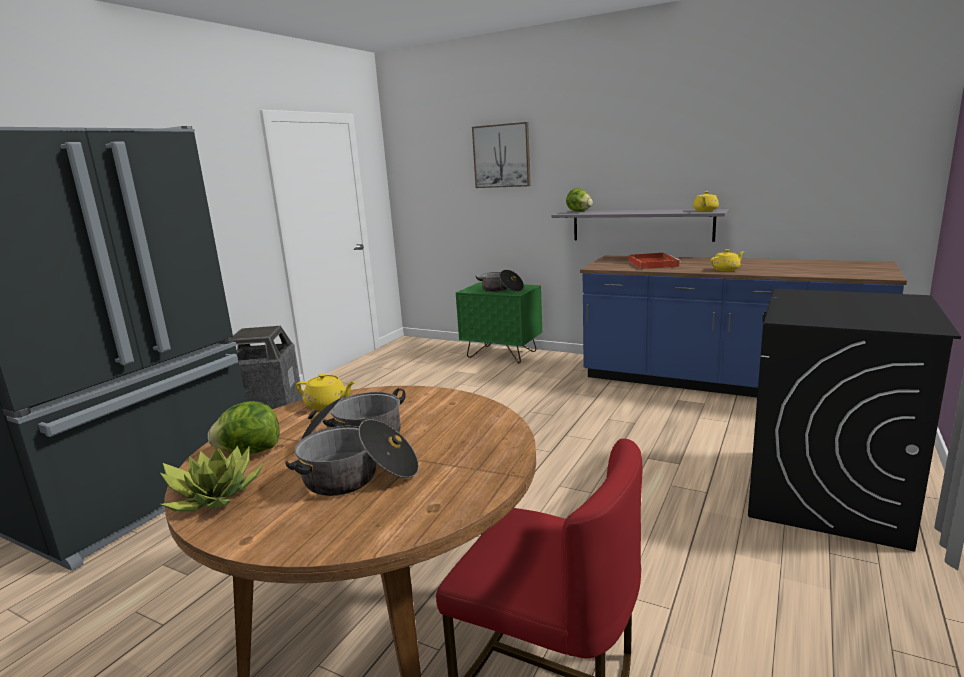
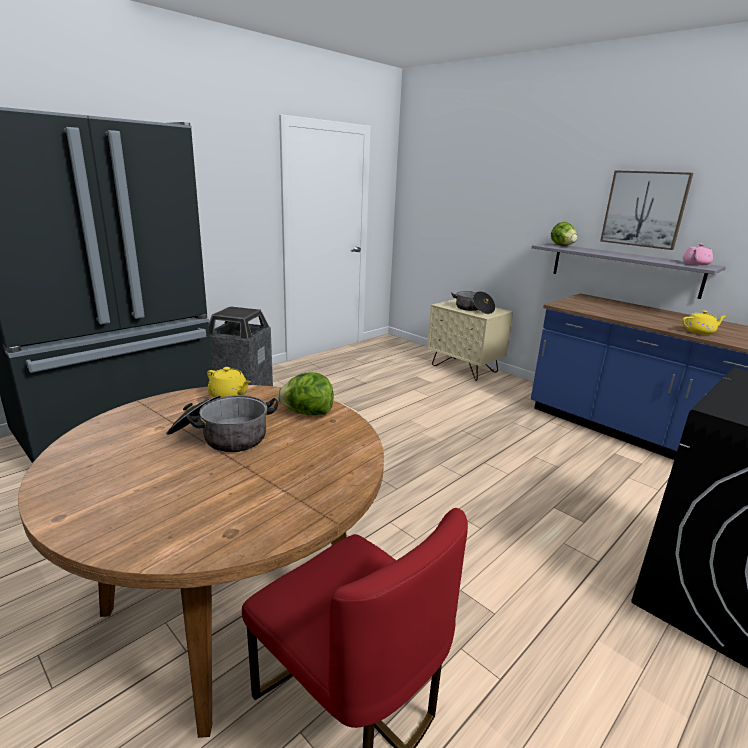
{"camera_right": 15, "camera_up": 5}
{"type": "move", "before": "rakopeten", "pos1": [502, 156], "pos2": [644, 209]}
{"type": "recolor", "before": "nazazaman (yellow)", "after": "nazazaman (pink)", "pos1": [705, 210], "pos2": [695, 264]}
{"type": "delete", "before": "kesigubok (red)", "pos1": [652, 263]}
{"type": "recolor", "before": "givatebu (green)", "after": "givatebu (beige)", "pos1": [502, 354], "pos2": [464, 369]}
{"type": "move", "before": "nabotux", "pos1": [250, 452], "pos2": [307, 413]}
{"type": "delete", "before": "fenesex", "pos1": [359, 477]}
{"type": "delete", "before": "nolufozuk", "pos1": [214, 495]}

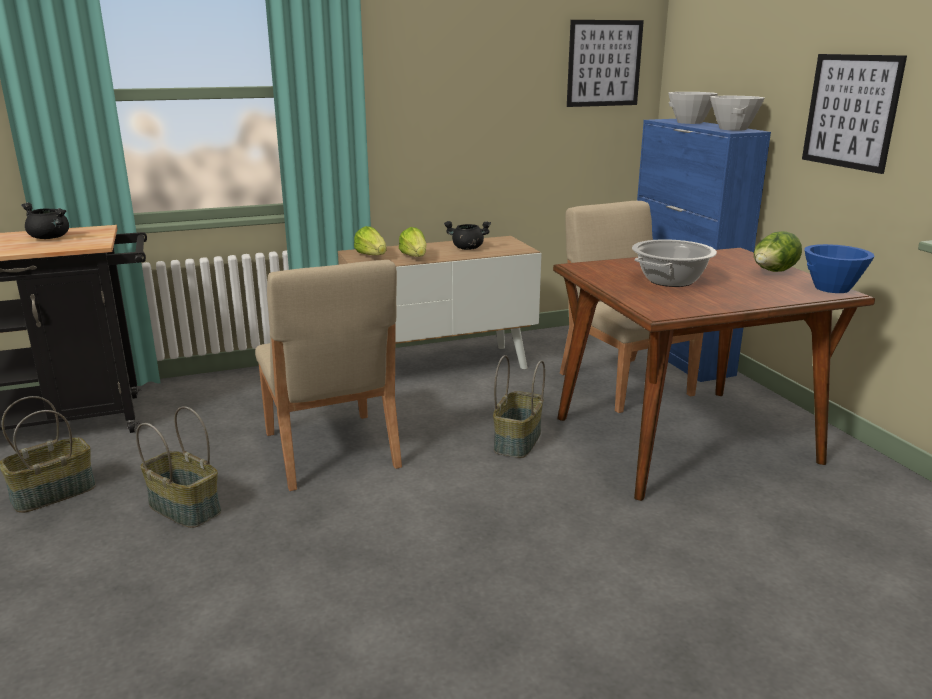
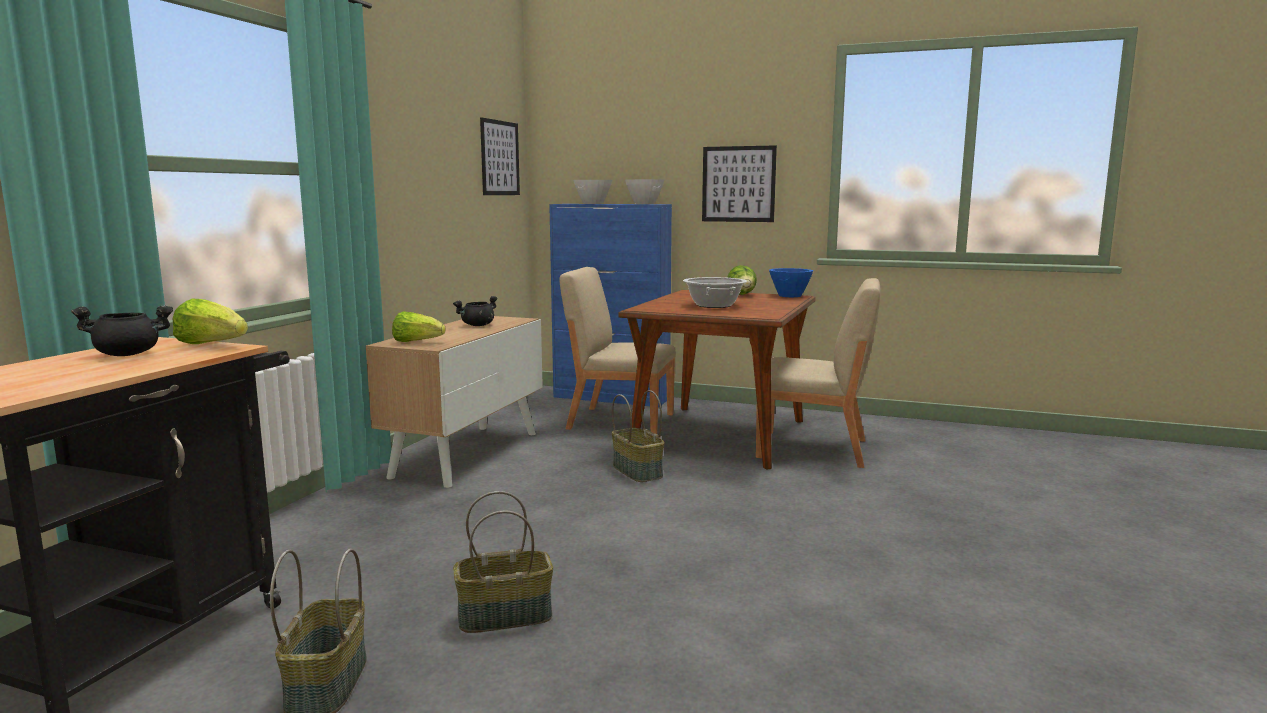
{"camera_right": -50, "camera_up": -10}
{"type": "move", "before": "nabotux", "pos1": [414, 257], "pos2": [211, 345]}
{"type": "move", "before": "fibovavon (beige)", "pos1": [330, 451], "pos2": [814, 449]}

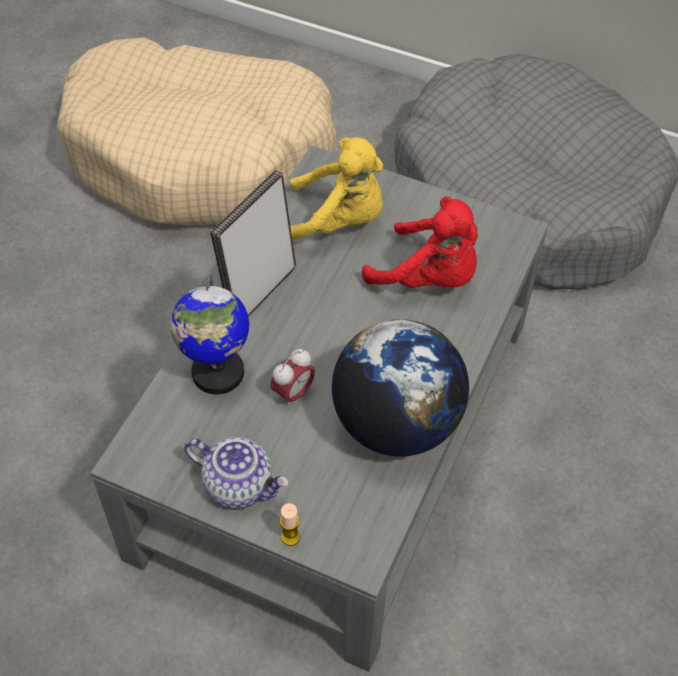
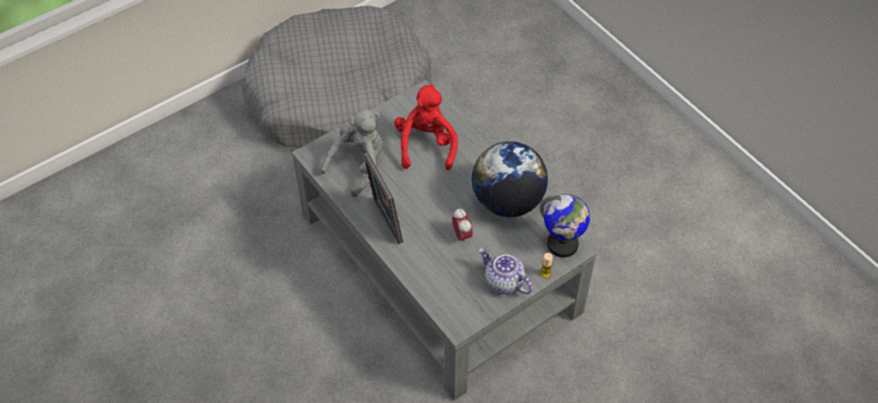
{"camera_right": -60, "camera_up": 0}
{"type": "delete", "before": "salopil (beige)", "pos1": [200, 154]}
{"type": "recolor", "before": "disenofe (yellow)", "after": "disenofe (grey)", "pos1": [337, 221], "pos2": [359, 165]}
{"type": "rotate", "before": "disenofe (red)", "pos1": [429, 277], "pos2": [426, 145], "turn": -60}
{"type": "move", "before": "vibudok", "pos1": [217, 373], "pos2": [562, 244]}
{"type": "rotate", "before": "nazazaman", "pos1": [239, 485], "pos2": [503, 282], "turn": -105}

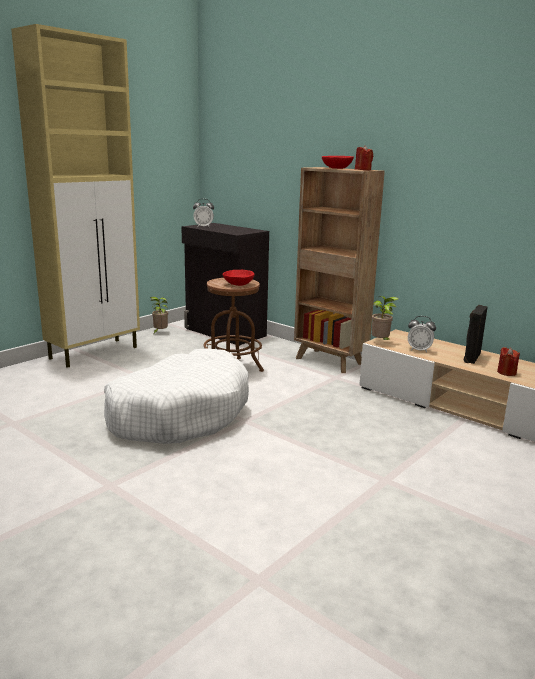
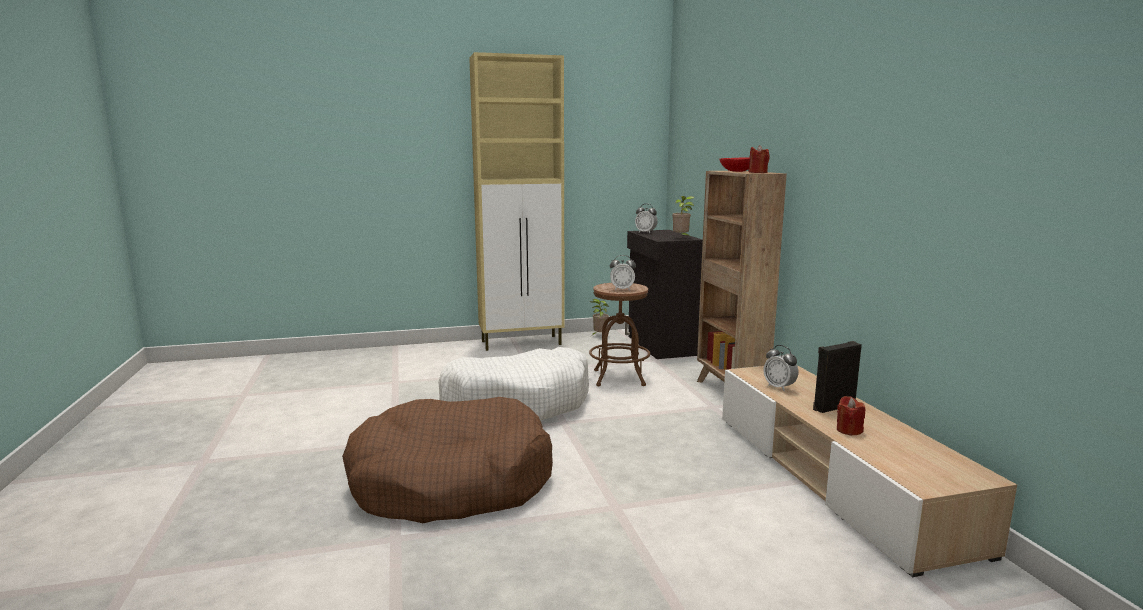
{"camera_right": 35, "camera_up": -5}
{"type": "replace", "before": "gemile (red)", "after": "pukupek", "pos1": [238, 284], "pos2": [622, 289]}
{"type": "move", "before": "nolufozuk", "pos1": [381, 342], "pos2": [681, 238]}
{"type": "insert", "after": "salopil (brown)", "pos2": [451, 481]}

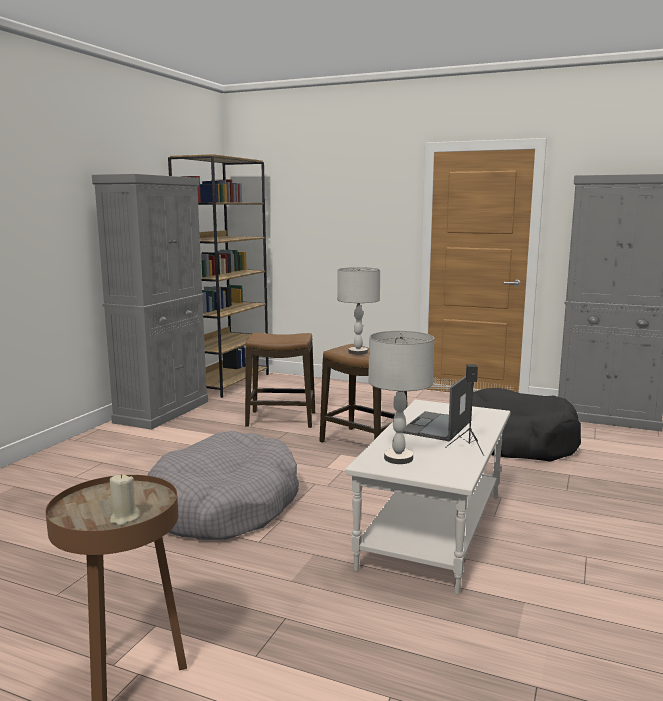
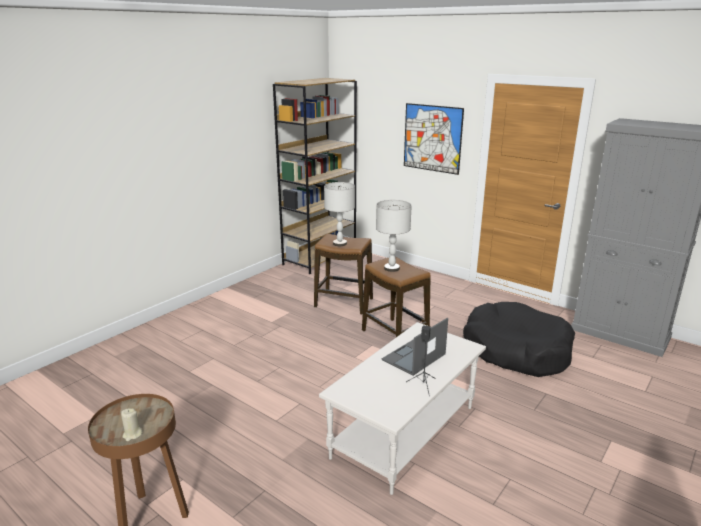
{"camera_right": 15, "camera_up": 10}
{"type": "delete", "before": "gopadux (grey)", "pos1": [162, 411]}
{"type": "move", "before": "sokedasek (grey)", "pos1": [399, 458], "pos2": [340, 244]}
{"type": "delete", "before": "salopil (grey)", "pos1": [225, 505]}
{"type": "insert", "after": "rakopeten", "pos2": [432, 138]}

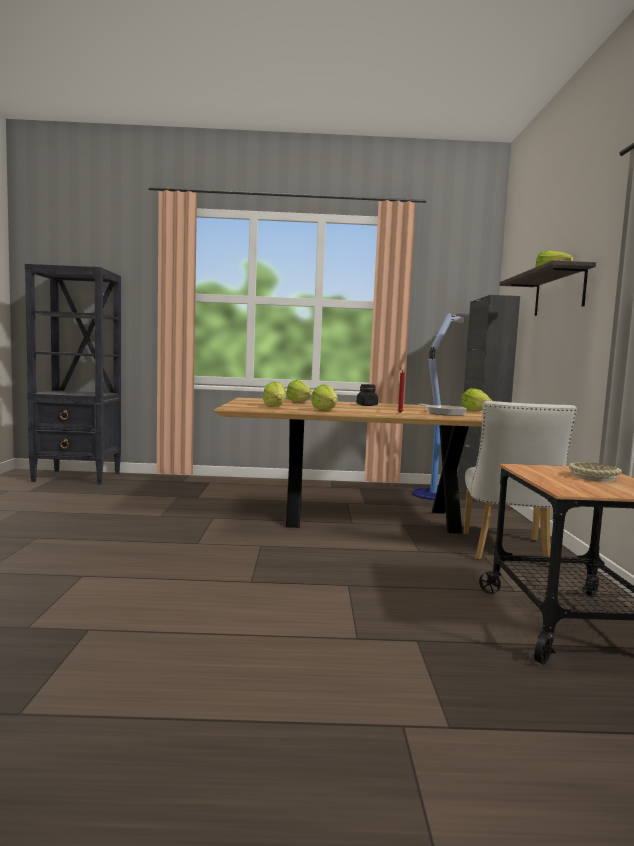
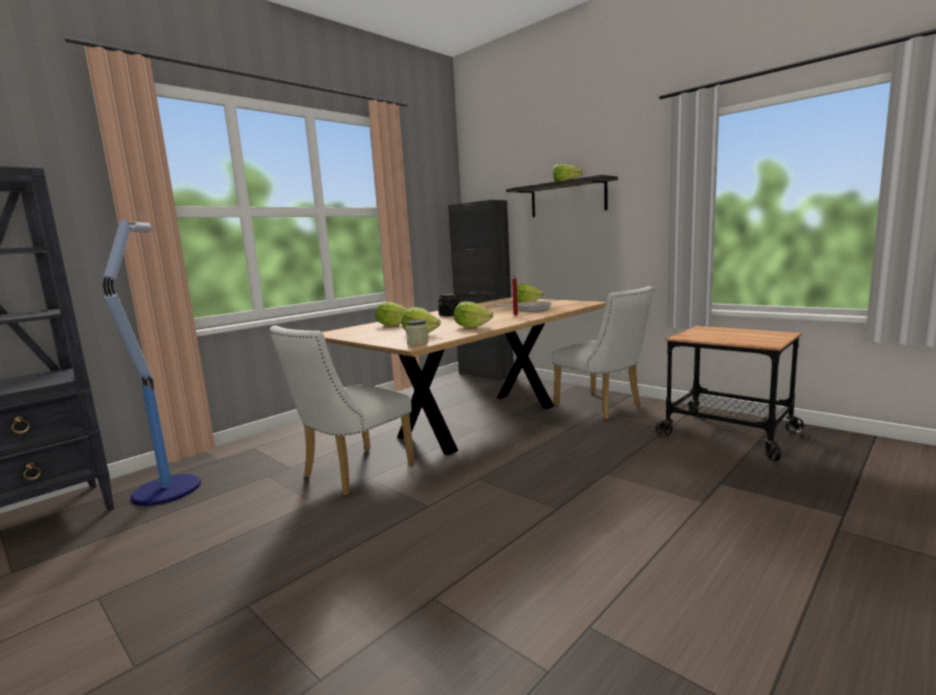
{"camera_right": -45, "camera_up": 5}
{"type": "move", "before": "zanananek", "pos1": [433, 494], "pos2": [167, 489]}
{"type": "delete", "before": "gemile (beige)", "pos1": [594, 477]}
{"type": "insert", "after": "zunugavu", "pos2": [417, 343]}
{"type": "insert", "after": "fibovavon (white)", "pos2": [351, 474]}

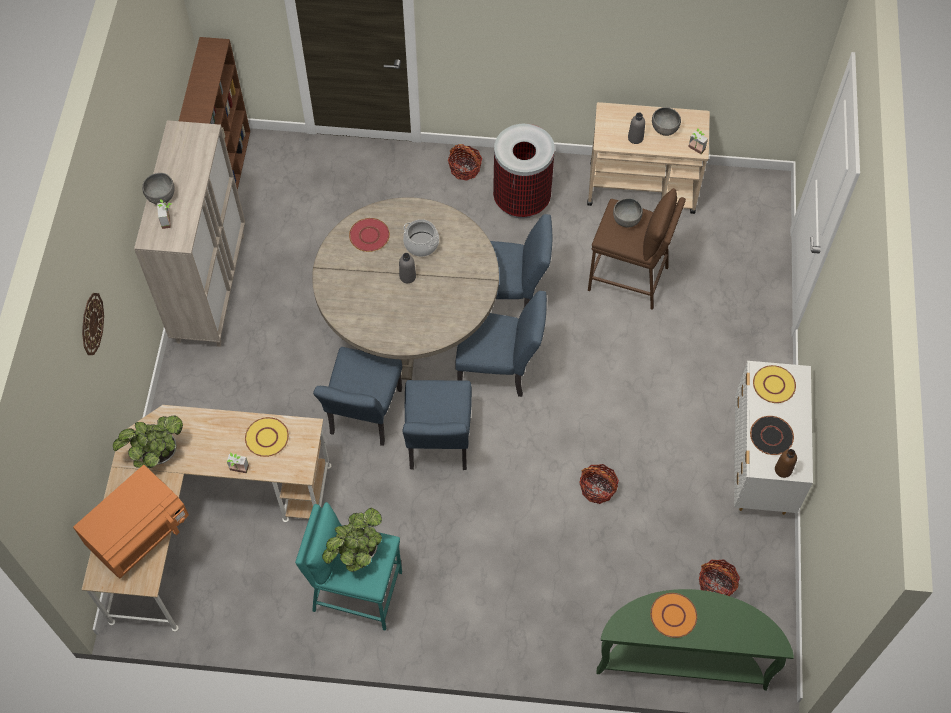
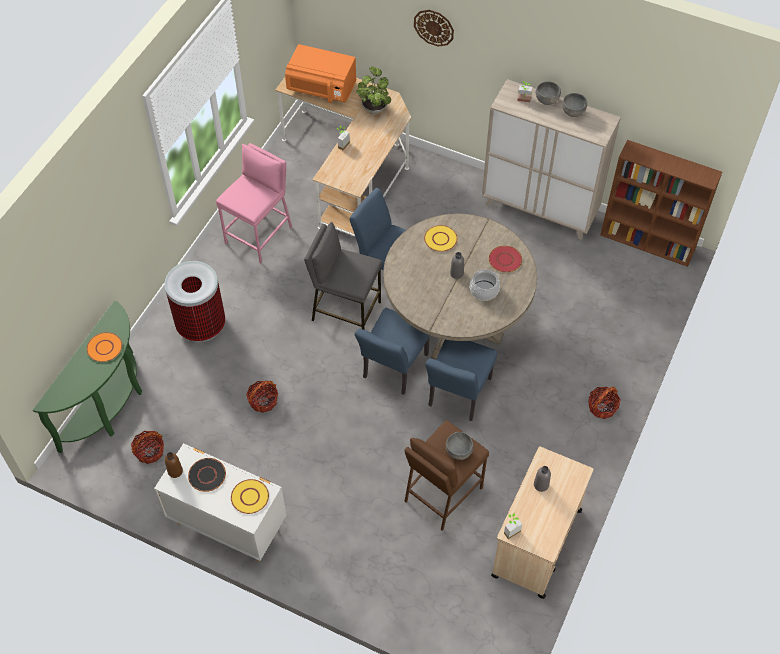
{"camera_right": 110, "camera_up": -5}
{"type": "move", "before": "gemile (grey)", "pos1": [664, 130], "pos2": [572, 112]}
{"type": "move", "before": "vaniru", "pos1": [521, 200], "pos2": [201, 325]}
{"type": "replace", "before": "fibovavon (blue)", "after": "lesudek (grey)", "pos1": [438, 446], "pos2": [346, 311]}
{"type": "move", "before": "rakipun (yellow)", "pos1": [266, 438], "pos2": [440, 239]}
{"type": "rotate", "before": "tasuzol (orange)", "pos1": [139, 533], "pos2": [322, 89], "turn": -45}
{"type": "recolor", "before": "lesudek (turquoise)", "after": "lesudek (pink)", "pos1": [357, 591], "pos2": [259, 235]}
{"type": "delete", "before": "nolufozuk", "pos1": [356, 553]}

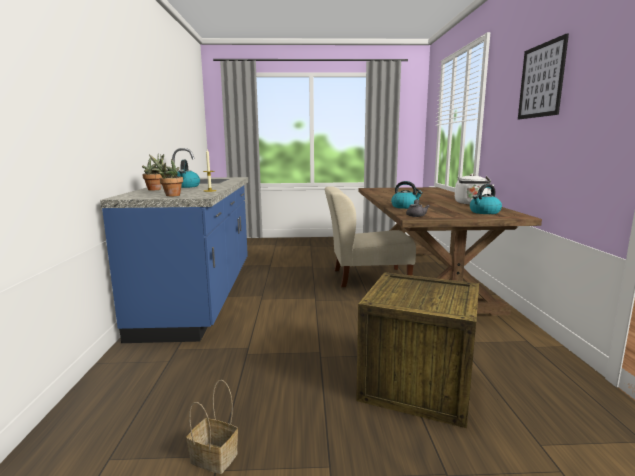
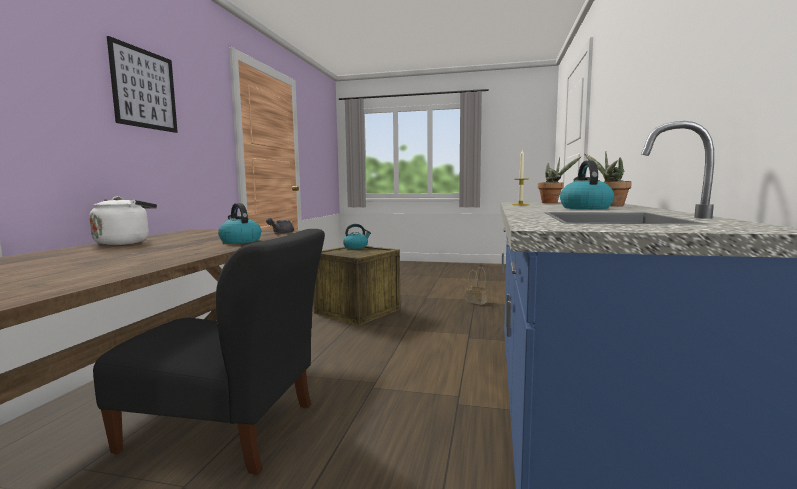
{"camera_right": -165, "camera_up": -5}
{"type": "move", "before": "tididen", "pos1": [484, 212], "pos2": [356, 247]}
{"type": "recolor", "before": "fibovavon (beige)", "after": "fibovavon (black)", "pos1": [366, 277], "pos2": [227, 429]}

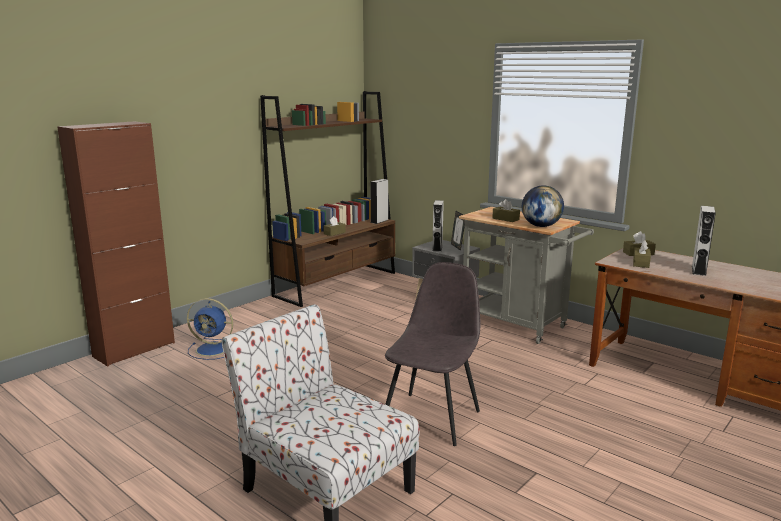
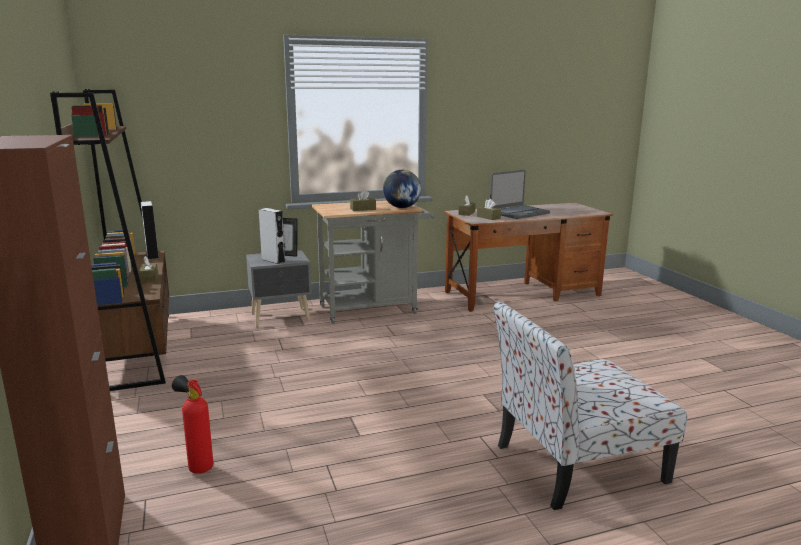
{"camera_right": -60, "camera_up": 0}
{"type": "replace", "before": "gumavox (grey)", "after": "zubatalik", "pos1": [698, 270], "pos2": [519, 213]}
{"type": "delete", "before": "fibovavon (grey)", "pos1": [432, 417]}
{"type": "replace", "before": "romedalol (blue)", "after": "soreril", "pos1": [214, 349], "pos2": [198, 467]}

